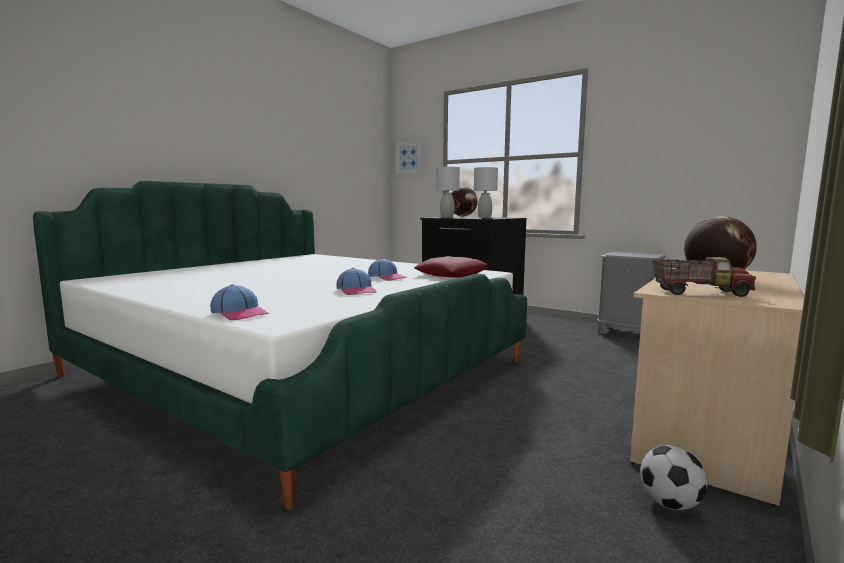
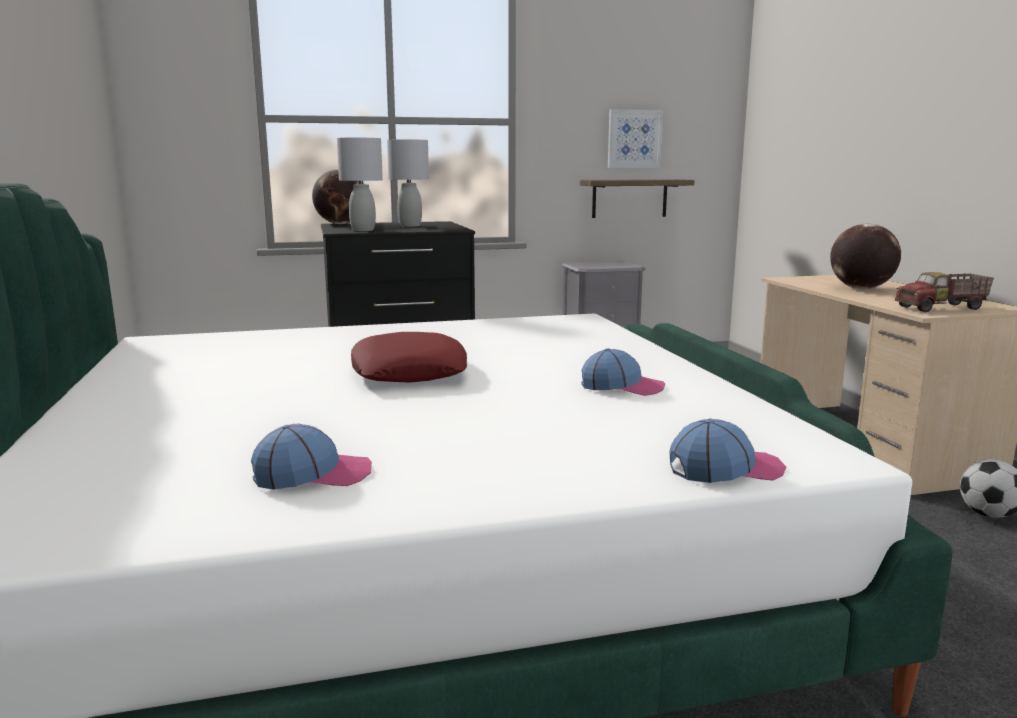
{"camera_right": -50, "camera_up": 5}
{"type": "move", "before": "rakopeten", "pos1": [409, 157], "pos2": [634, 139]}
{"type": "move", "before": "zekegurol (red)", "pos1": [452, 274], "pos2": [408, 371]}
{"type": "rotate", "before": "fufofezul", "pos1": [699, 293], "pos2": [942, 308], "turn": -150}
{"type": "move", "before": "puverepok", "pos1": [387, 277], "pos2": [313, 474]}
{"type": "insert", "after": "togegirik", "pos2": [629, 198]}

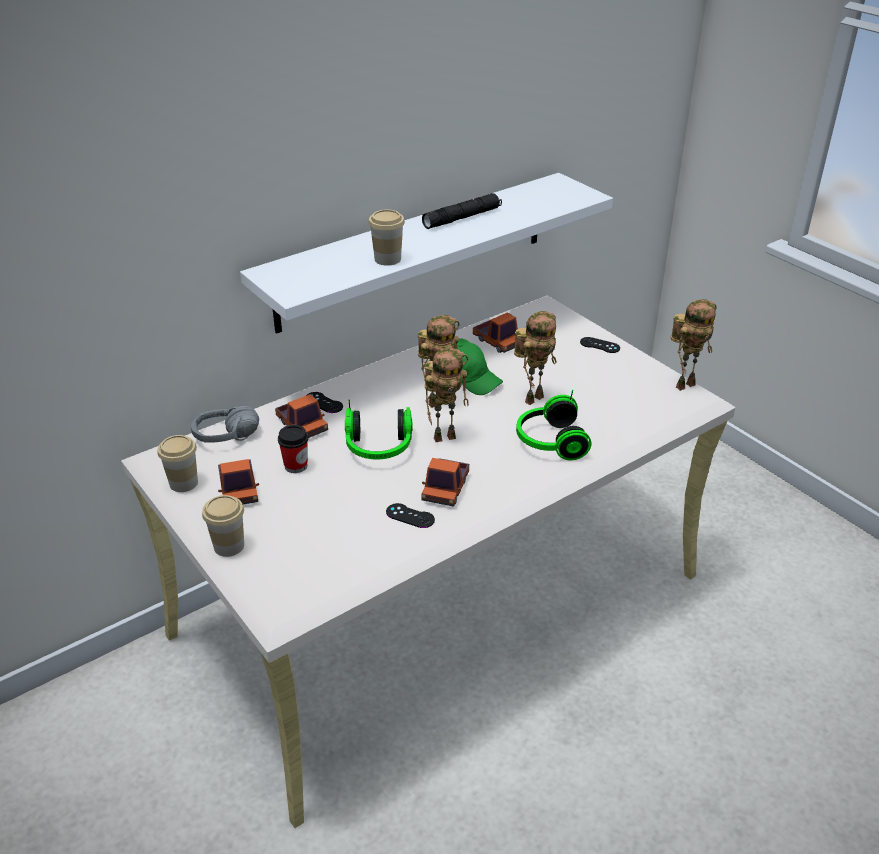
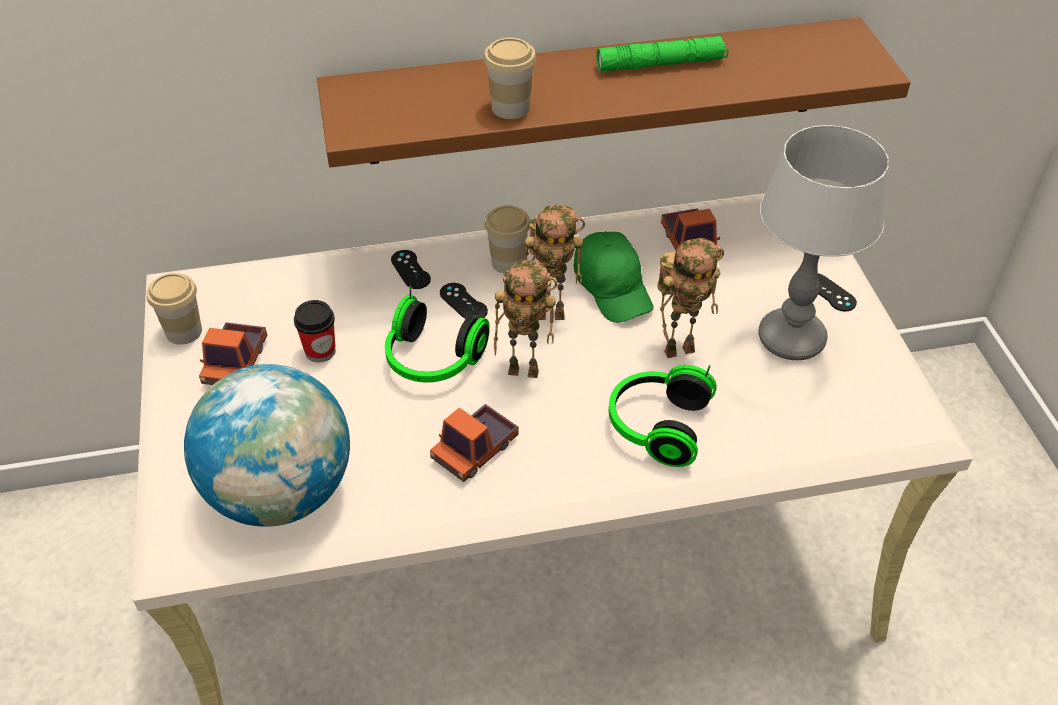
{"camera_right": 25, "camera_up": 10}
{"type": "recolor", "before": "togegirik (white)", "after": "togegirik (brown)", "pos1": [414, 251], "pos2": [595, 91]}
{"type": "recolor", "before": "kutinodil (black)", "after": "kutinodil (green)", "pos1": [462, 218], "pos2": [661, 64]}
{"type": "delete", "before": "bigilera", "pos1": [685, 384]}
{"type": "delete", "before": "fufofezul", "pos1": [302, 426]}
{"type": "delete", "before": "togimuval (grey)", "pos1": [228, 441]}
{"type": "move", "before": "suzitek", "pos1": [229, 546], "pos2": [508, 262]}
{"type": "move", "before": "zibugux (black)", "pos1": [410, 516], "pos2": [463, 302]}
{"type": "insert", "after": "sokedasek", "pos2": [790, 338]}
{"type": "insert", "after": "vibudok", "pos2": [281, 493]}

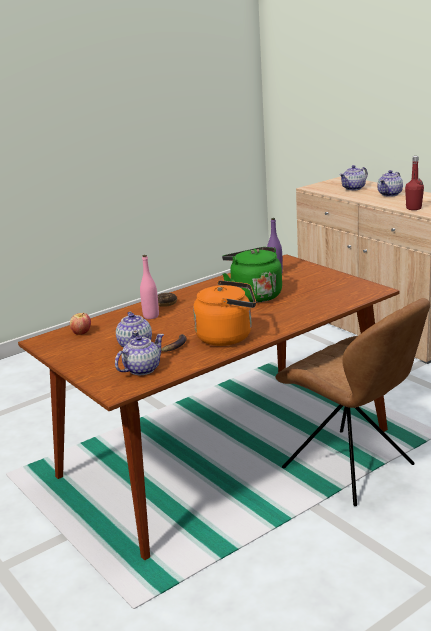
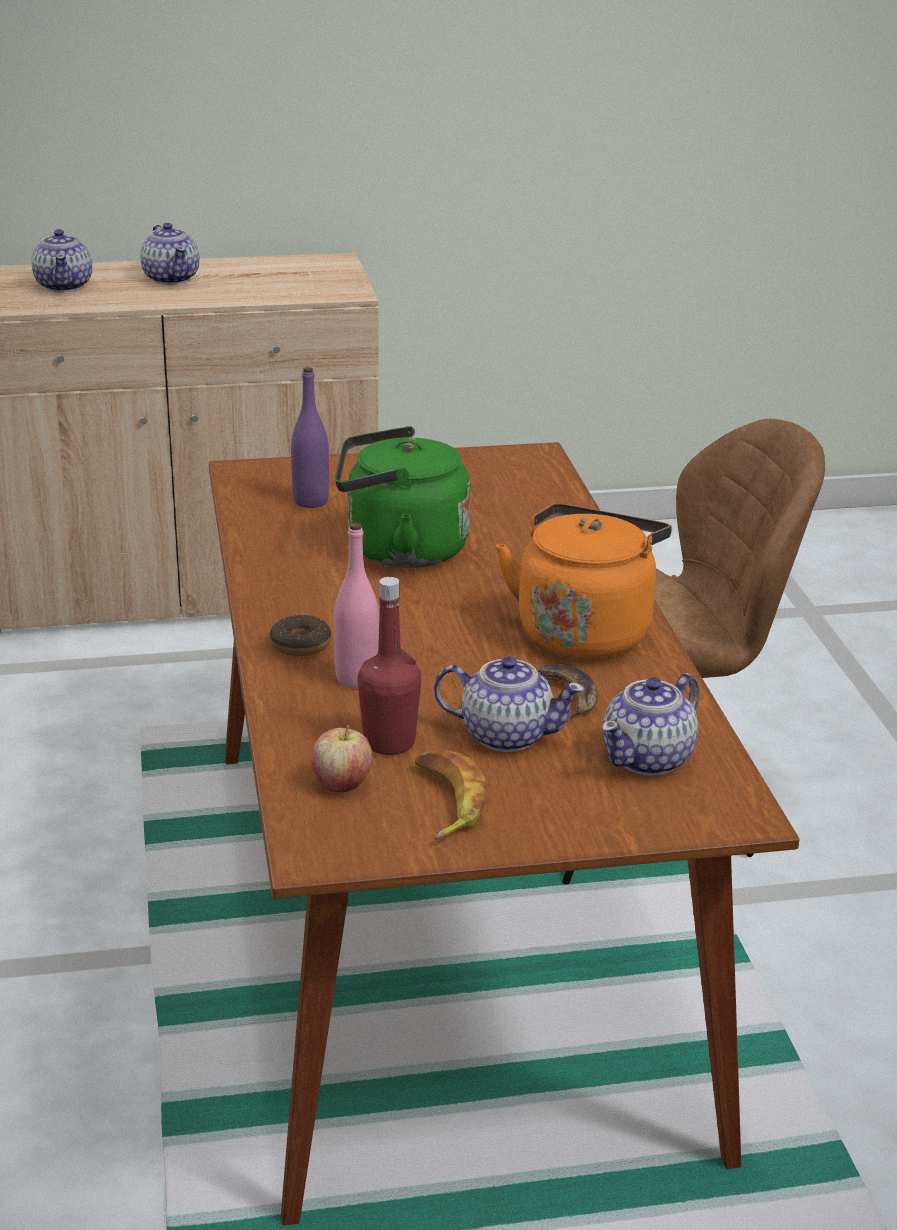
{"camera_right": -65, "camera_up": 5}
{"type": "move", "before": "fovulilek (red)", "pos1": [413, 208], "pos2": [389, 742]}
{"type": "rotate", "before": "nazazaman", "pos1": [141, 369], "pos2": [649, 758], "turn": -120}
{"type": "insert", "after": "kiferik", "pos2": [445, 802]}

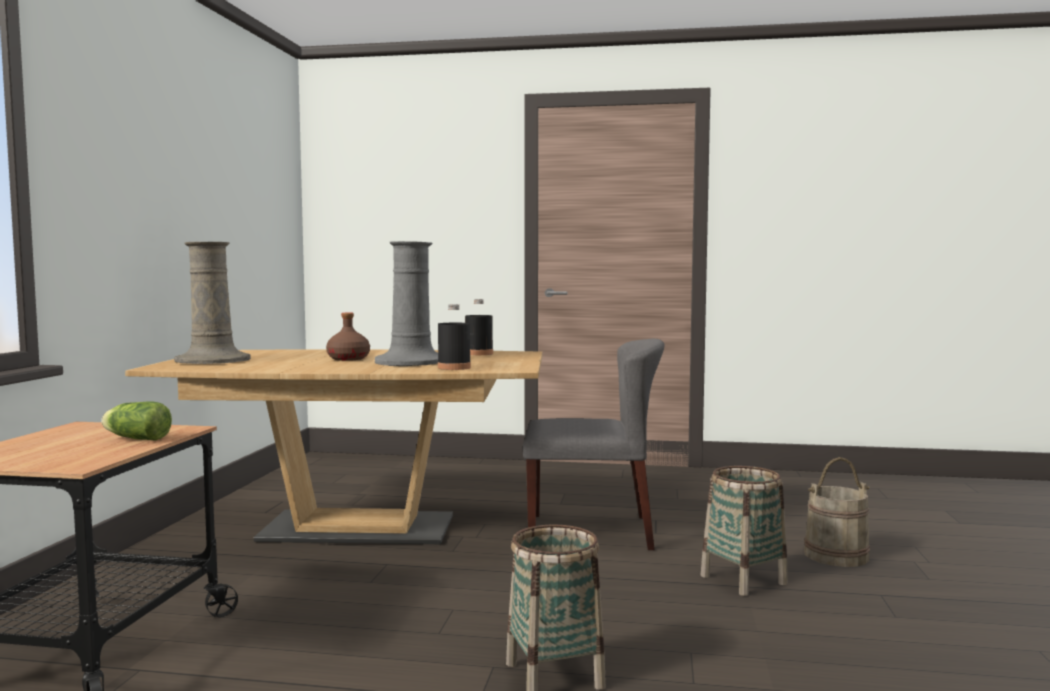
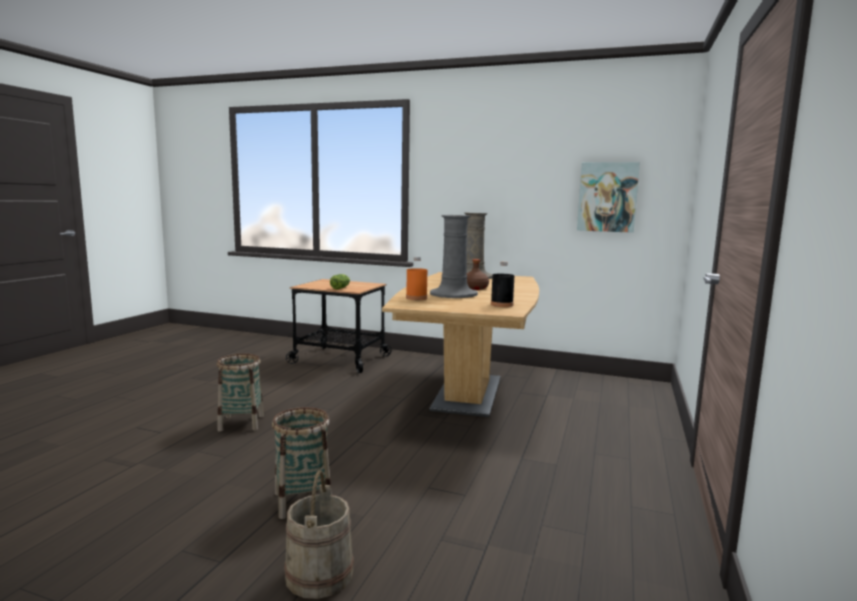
{"camera_right": 100, "camera_up": 5}
{"type": "recolor", "before": "fovulilek (black)", "after": "fovulilek (orange)", "pos1": [454, 367], "pos2": [416, 298]}
{"type": "delete", "before": "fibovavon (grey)", "pos1": [591, 531]}
{"type": "insert", "after": "rakopeten", "pos2": [607, 197]}

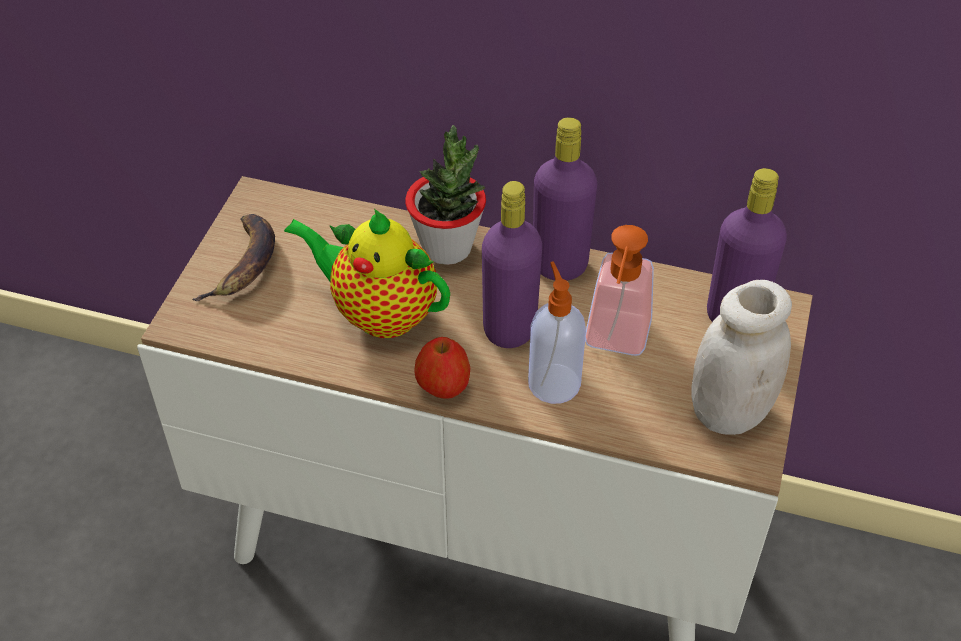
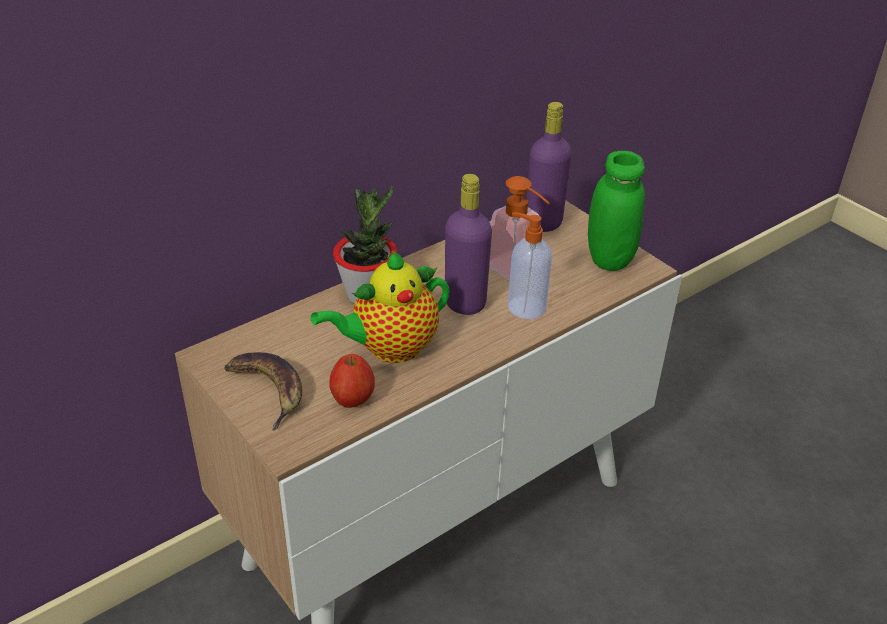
{"camera_right": -55, "camera_up": -10}
{"type": "delete", "before": "fovulilek (purple)", "pos1": [560, 265]}
{"type": "recolor", "before": "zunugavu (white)", "after": "zunugavu (green)", "pos1": [729, 412], "pos2": [609, 259]}
{"type": "move", "before": "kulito", "pos1": [443, 388], "pos2": [352, 400]}

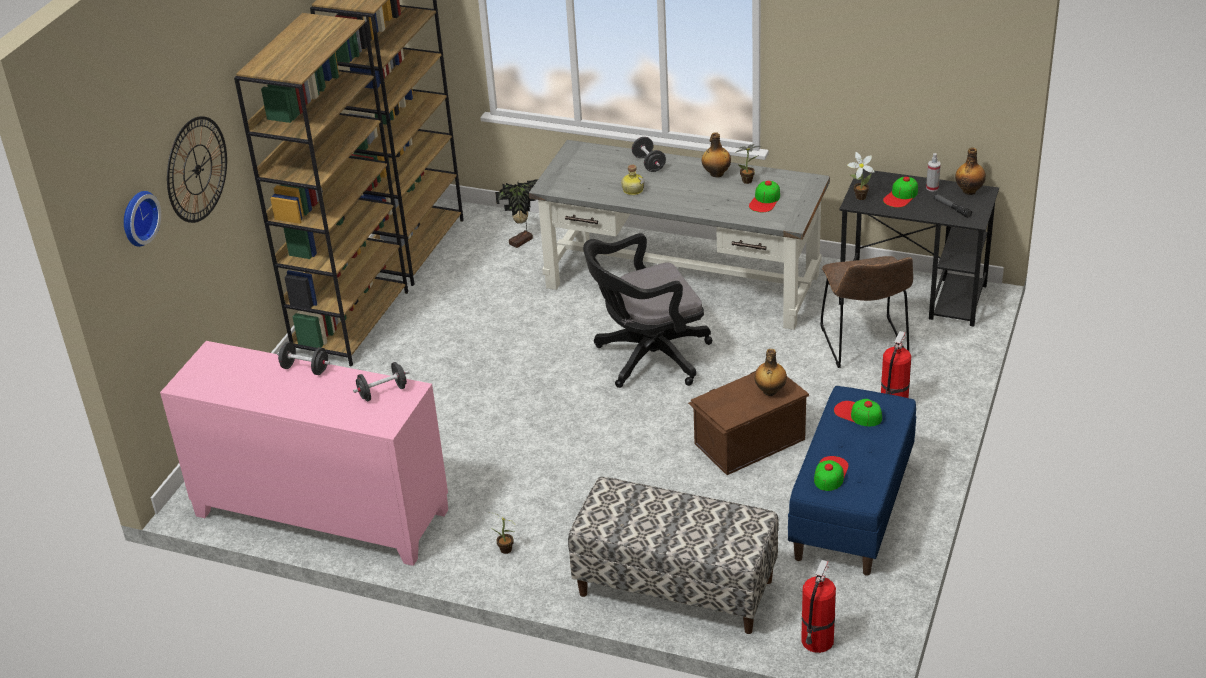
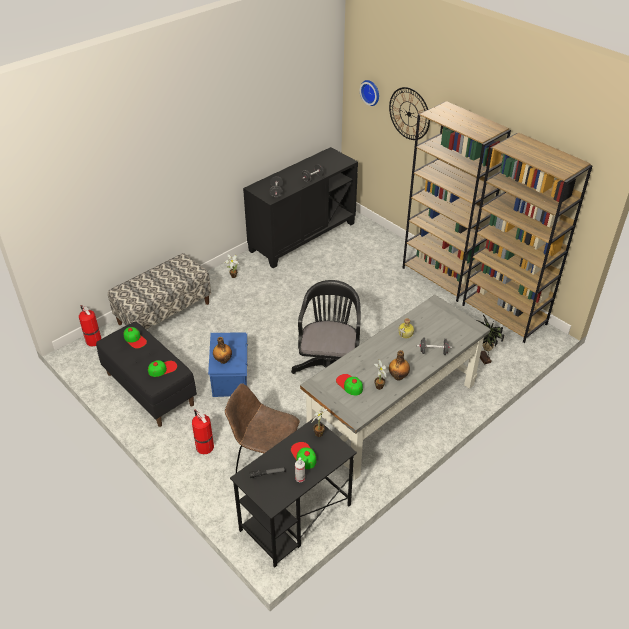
{"camera_right": 115, "camera_up": 5}
{"type": "delete", "before": "fovulilek", "pos1": [969, 191]}
{"type": "recolor", "before": "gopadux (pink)", "after": "gopadux (black)", "pos1": [320, 514], "pos2": [302, 236]}
{"type": "recolor", "before": "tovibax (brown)", "after": "tovibax (blue)", "pos1": [748, 441], "pos2": [231, 375]}
{"type": "recolor", "before": "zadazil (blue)", "after": "zadazil (black)", "pos1": [852, 510], "pos2": [149, 389]}

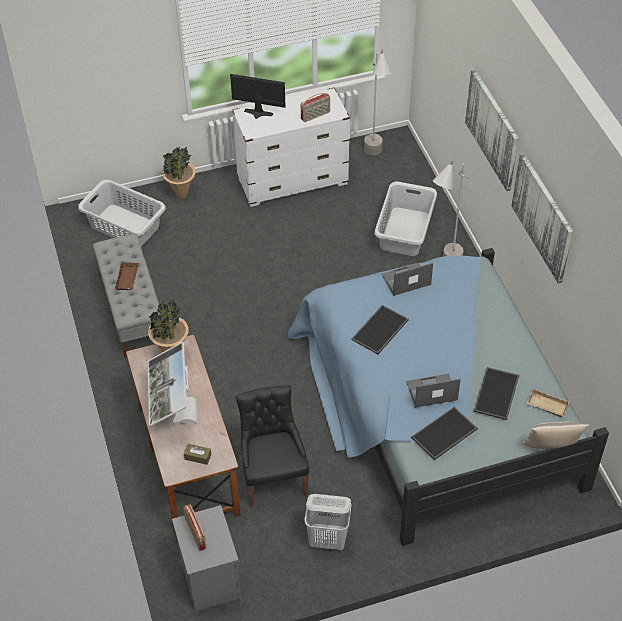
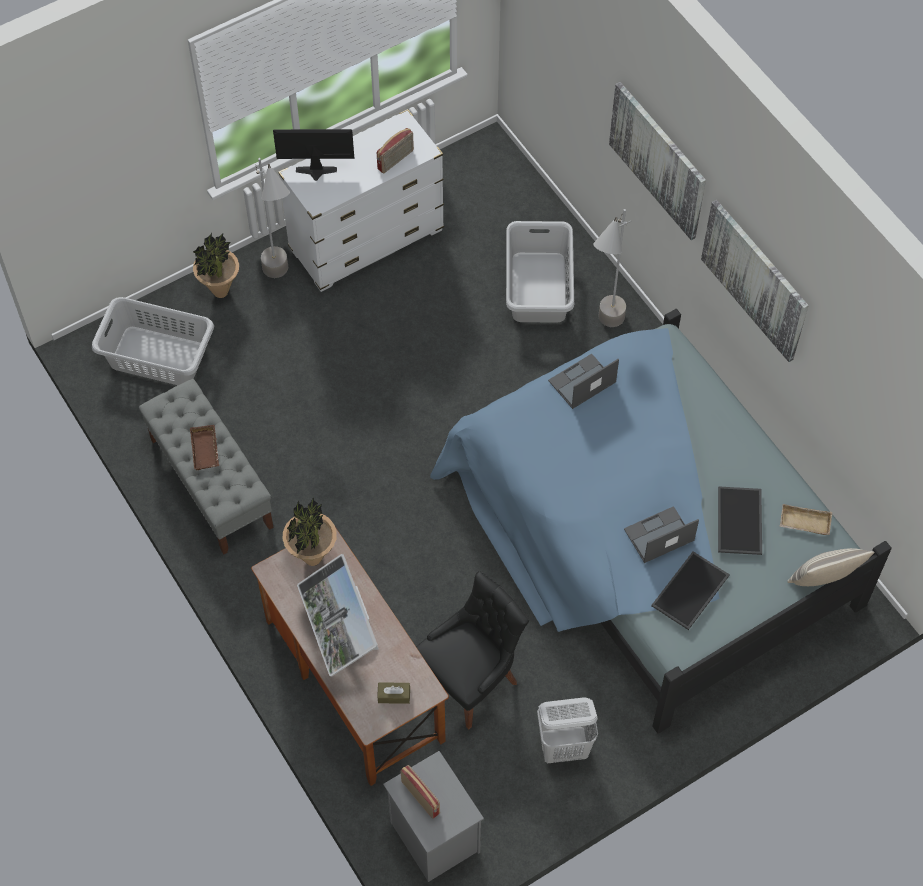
{"camera_right": -15, "camera_up": 10}
{"type": "move", "before": "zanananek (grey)", "pos1": [375, 159], "pos2": [282, 284]}
{"type": "delete", "before": "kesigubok", "pos1": [380, 330]}
{"type": "rotate", "before": "fibovavon (black)", "pos1": [273, 477], "pos2": [471, 679], "turn": 75}

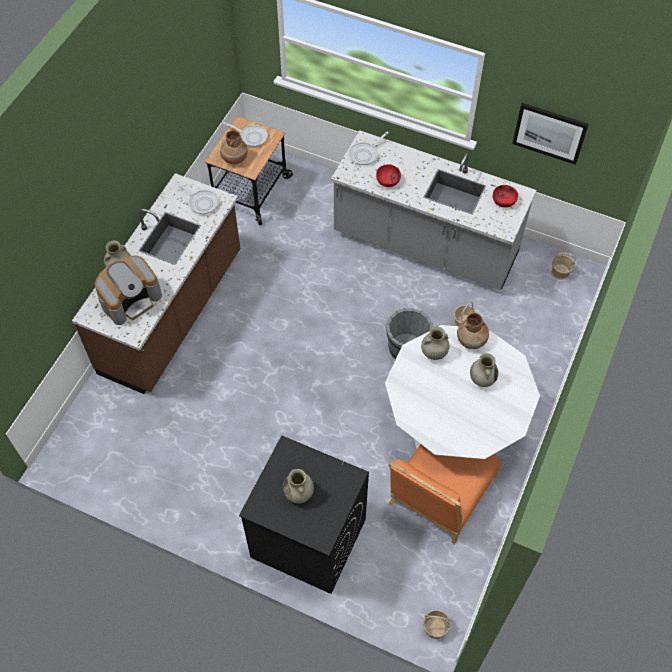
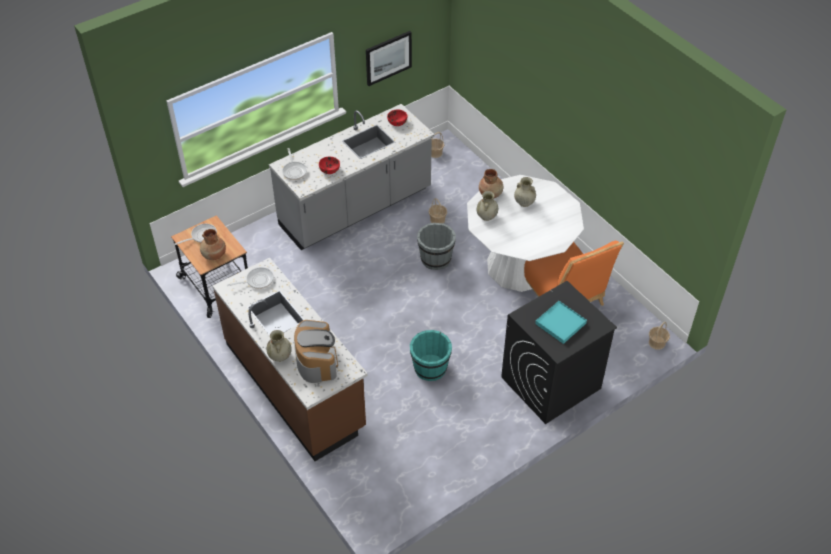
{"camera_right": -60, "camera_up": -10}
{"type": "replace", "before": "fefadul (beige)", "after": "kesigubok (turquoise)", "pos1": [299, 493], "pos2": [560, 323]}
{"type": "insert", "after": "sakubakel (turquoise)", "pos2": [430, 368]}

